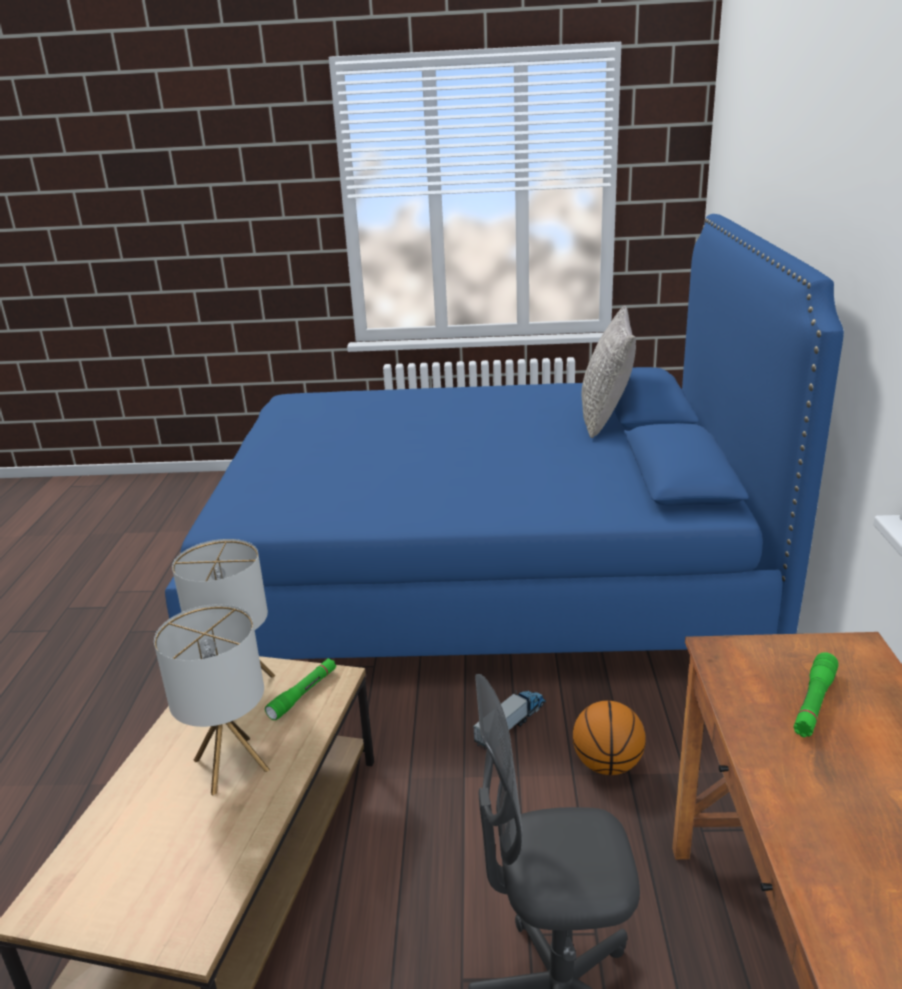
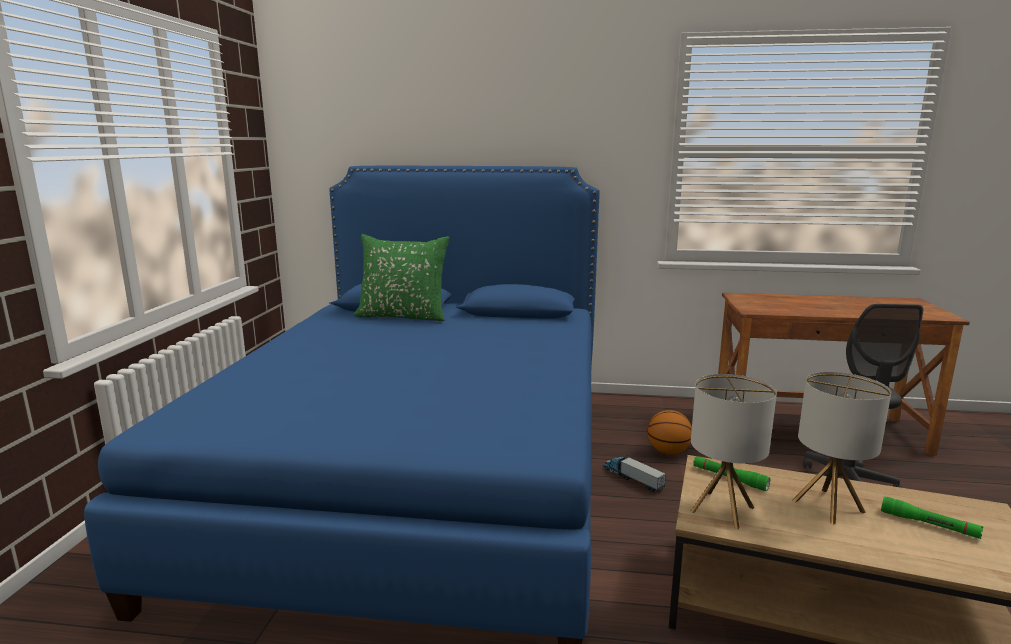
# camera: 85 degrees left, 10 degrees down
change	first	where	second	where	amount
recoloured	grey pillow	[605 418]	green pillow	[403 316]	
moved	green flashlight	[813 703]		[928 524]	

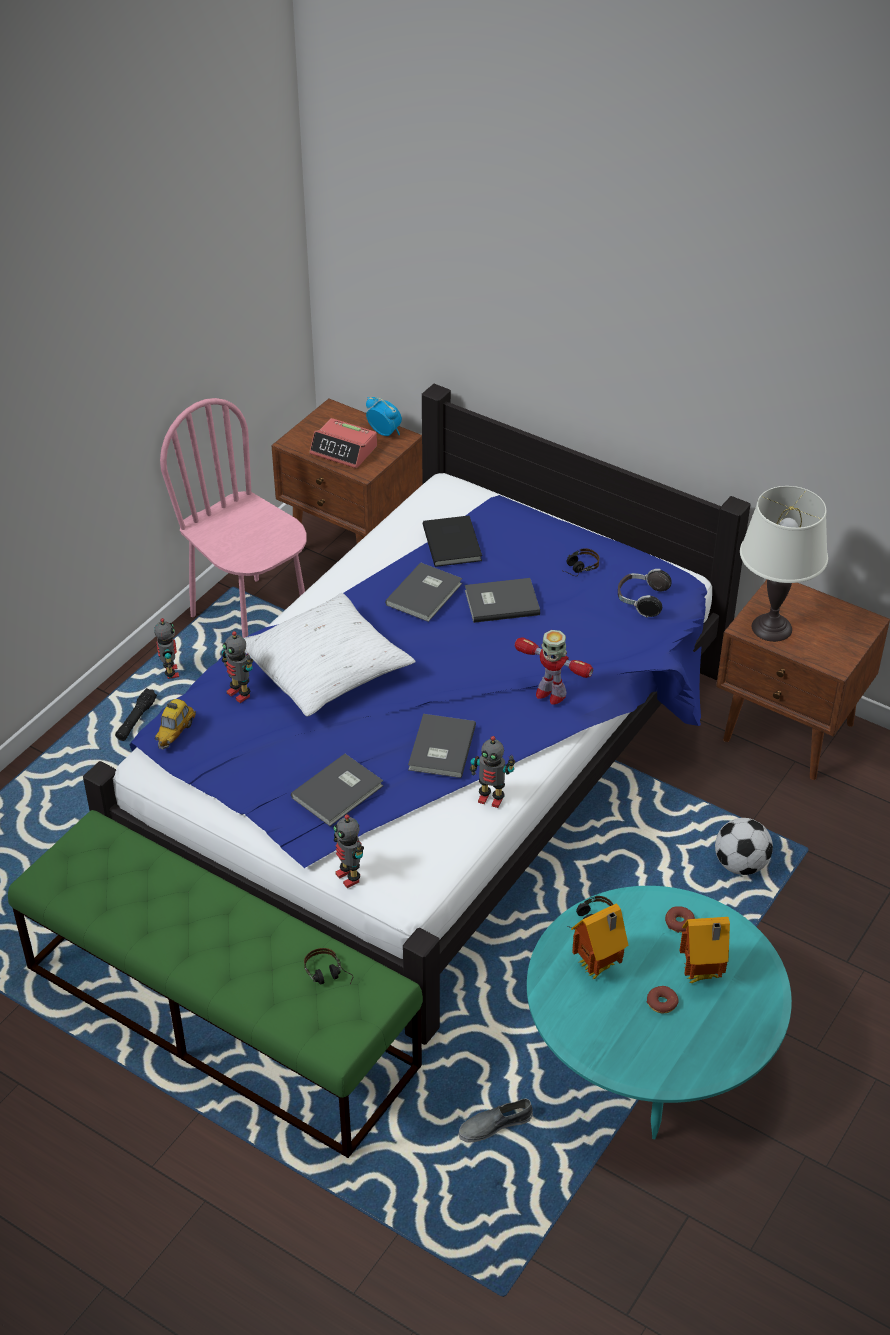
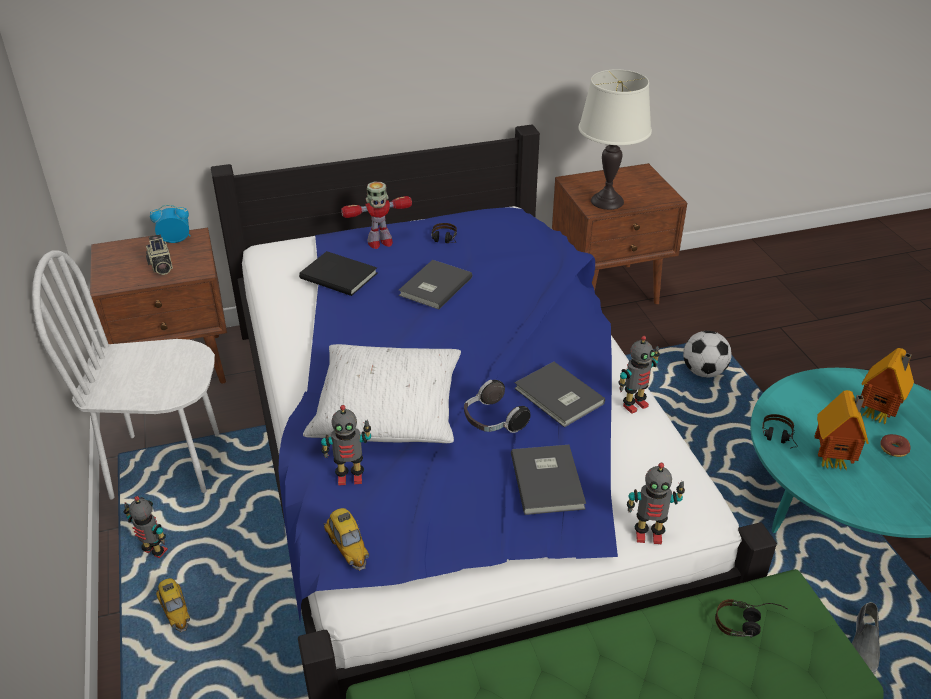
# camera: 50 degrees left, 5 degrees down
change	first	where	second	where	amount
recoloured	pink chair	[250 617]	white chair	[166 464]	
replaced	alarm clock	[344 450]	photo camera	[161 267]	
replaced	black flashlight	[136 720]	toy car	[175 611]	
moved	toy robot	[550 693]		[379 242]	
moved	headphones	[641 601]		[492 421]	
removed	grey book	[426 594]			
removed	donut	[679 923]			

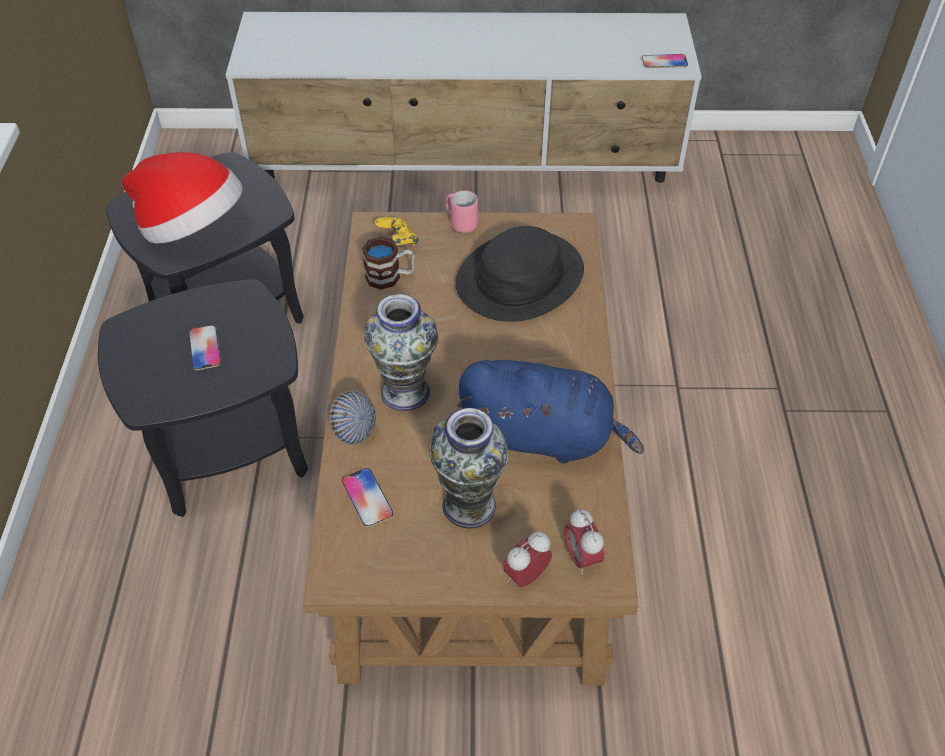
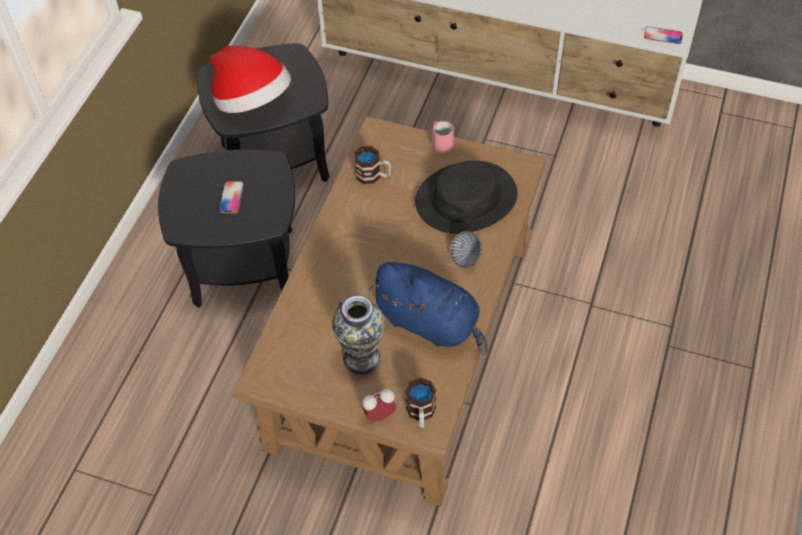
# camera: 20 degrees right, 5 degrees up
change	first	where	second	where	amount
replaced	alarm clock	[581 557]	mug	[421 413]	
moved	bowl	[354 430]		[465 258]	
removed	phone	[367 498]			
removed	vase	[405 391]			
removed	yellow game controller	[397 242]			

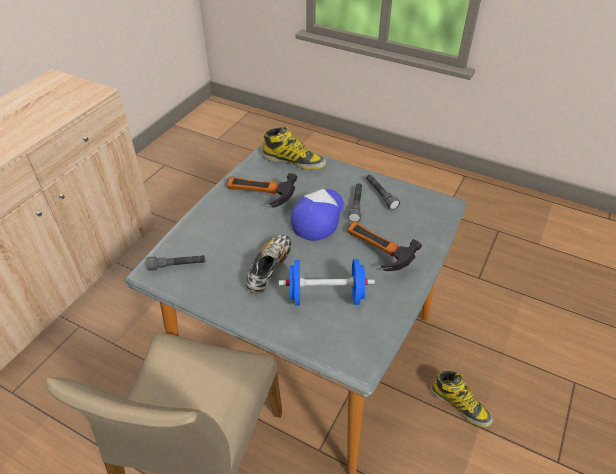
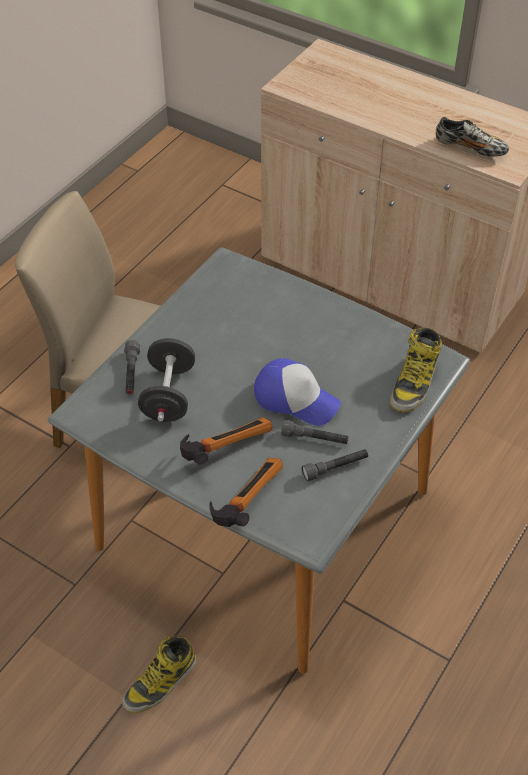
# camera: 95 degrees right, 5 degrees up
change	first	where	second	where	amount
moved	grey flashlight	[177 266]		[131 373]	
recoloured	blue dumbbell	[326 296]	black dumbbell	[168 395]	
moved	hammer	[258 199]		[245 499]	
moved	shoe	[269 269]		[470 148]	

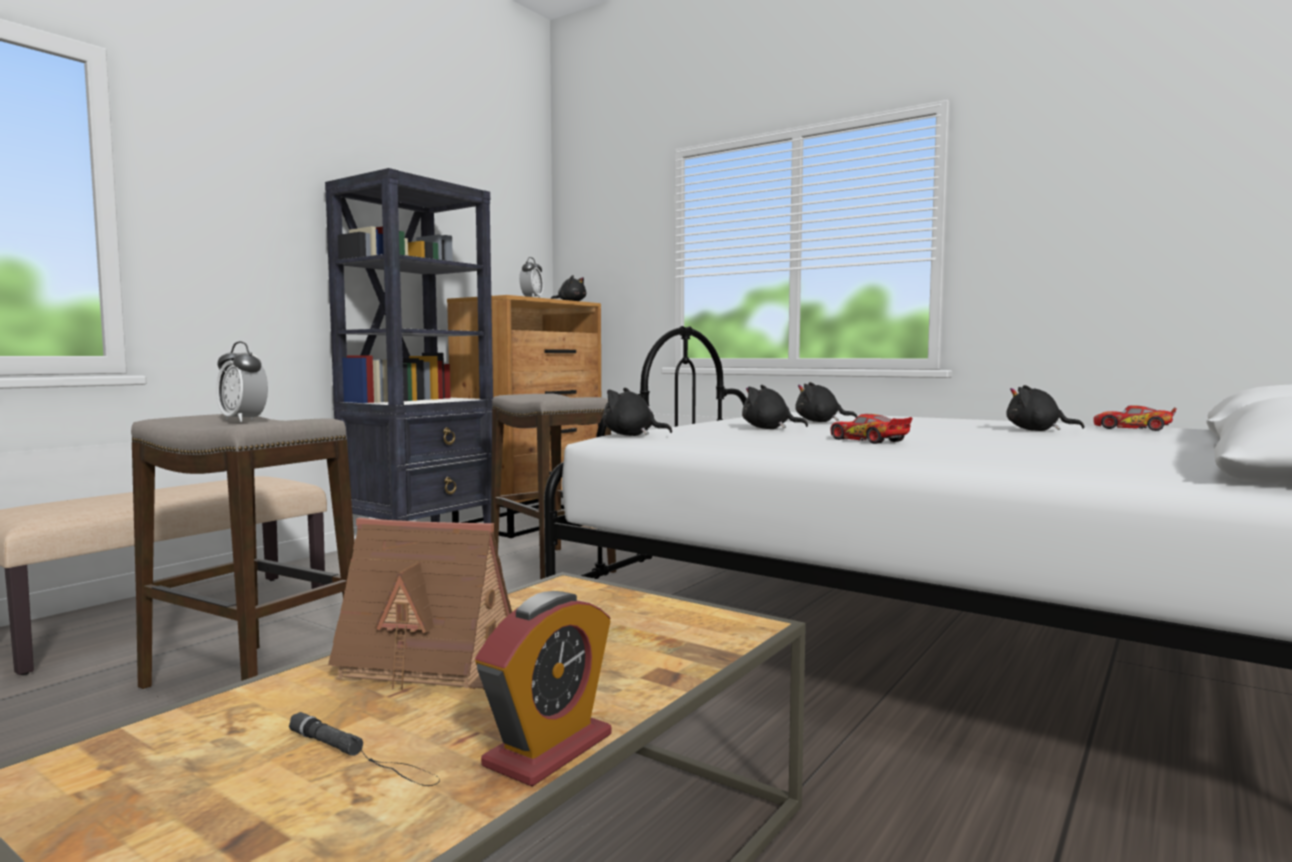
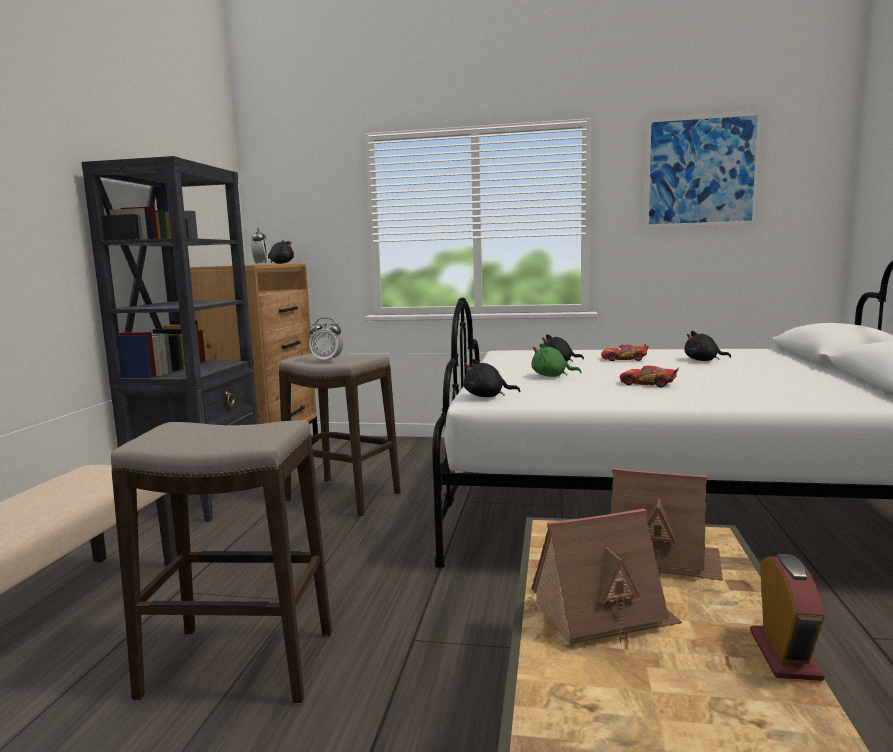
# camera: 25 degrees left, 5 degrees up
change	first	where	second	where	amount
moved	alarm clock	[243 420]		[327 361]	
recoloured	black plush toy	[769 429]	green plush toy	[552 376]	
moved	toy car	[1133 428]		[624 359]	
added			toy house	[663 557]	
added			picture	[701 171]	
removed	black flashlight	[362 756]			

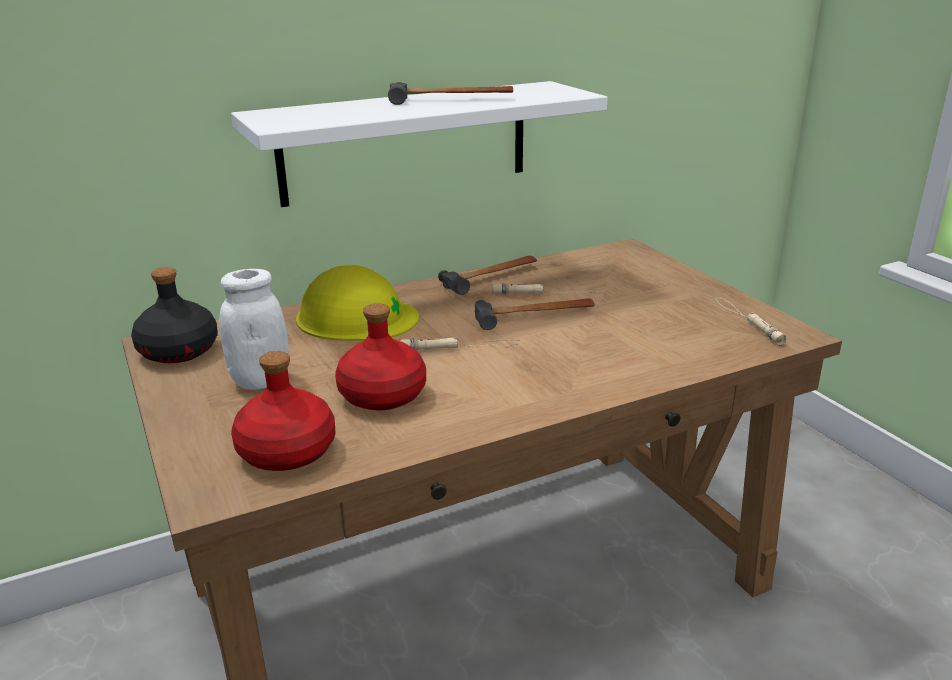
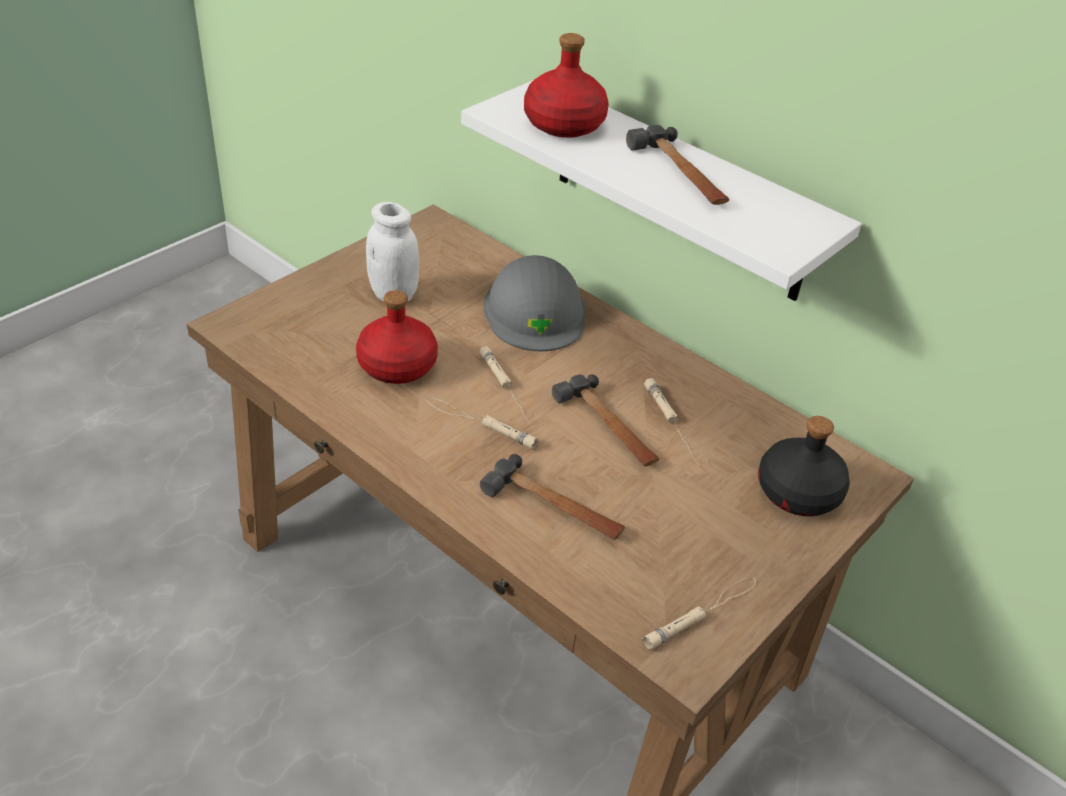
# camera: 65 degrees right, 15 degrees up
change	first	where	second	where	amount
added			beige flashlight	[480 423]	
moved	hammer	[491 277]		[554 508]	
recoloured	yellow hard hat	[356 318]	grey hard hat	[535 311]	
moved	red bottle	[288 452]		[564 125]	
moved	black bottle	[179 351]		[797 493]	

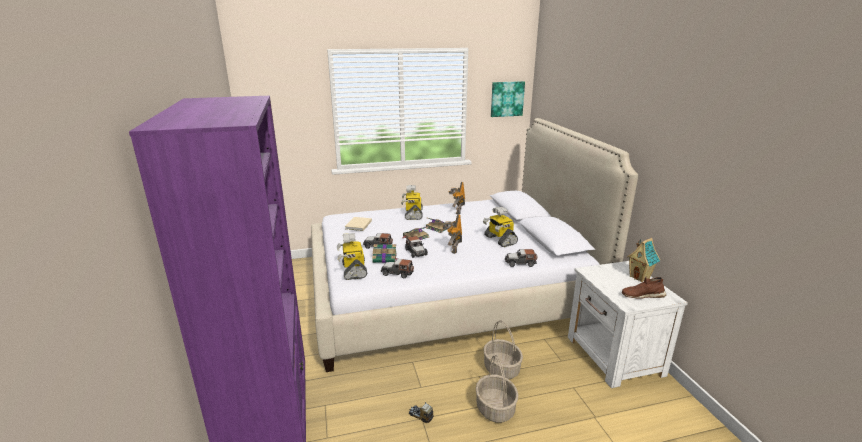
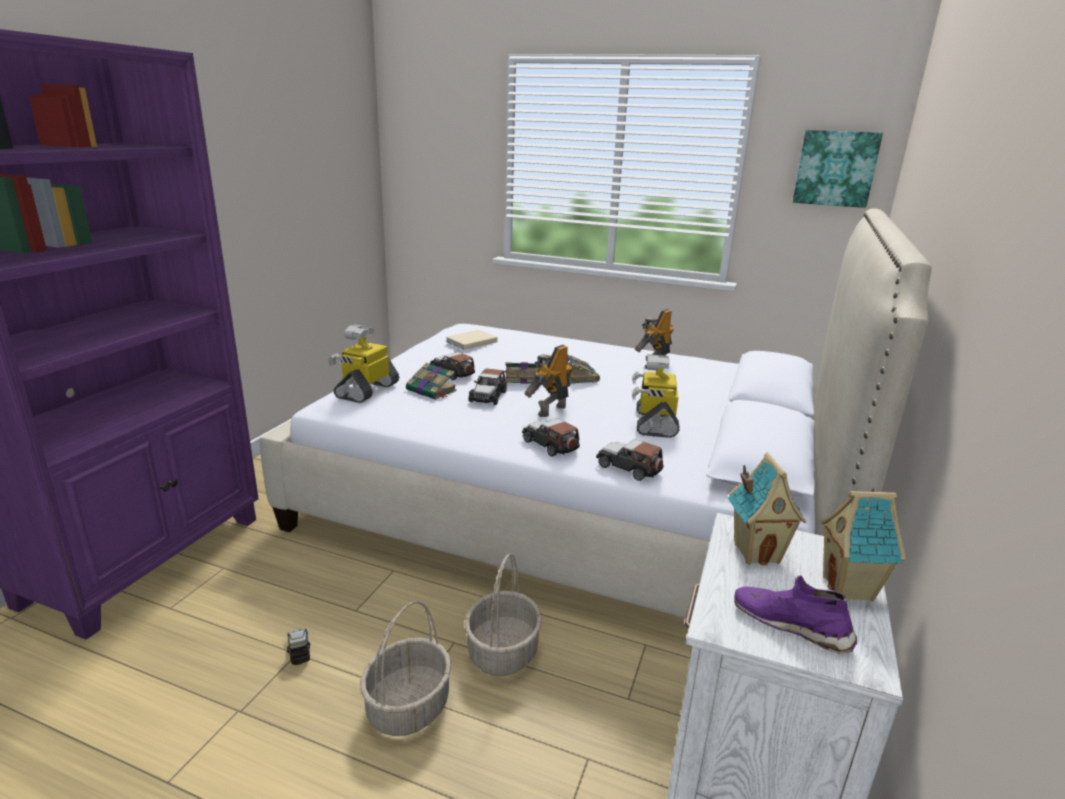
# camera: 35 degrees right, 0 degrees up
change	first	where	second	where	amount
moved	toy car	[397 273]		[550 445]	
added			toy house	[757 552]	
recoloured	brown shoe	[642 295]	purple shoe	[791 625]	
removed	toy robot	[413 214]			

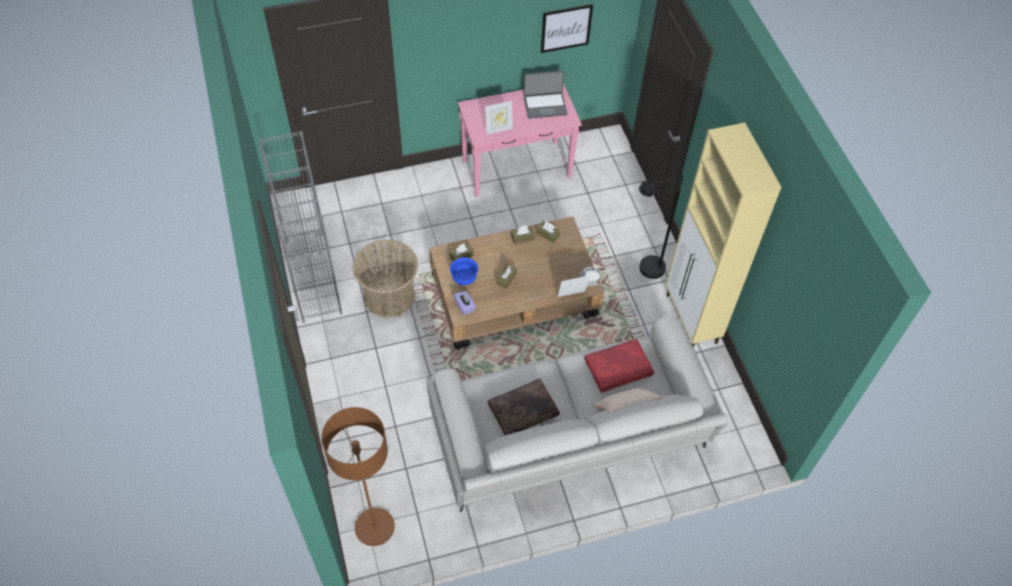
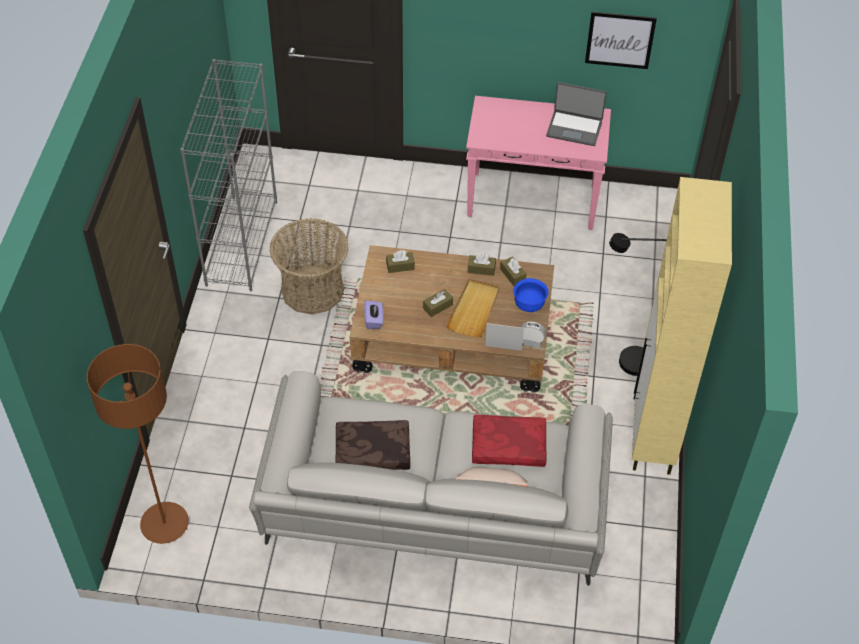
# camera: 25 degrees right, 5 degrees down
change	first	where	second	where	amount
added			beige tray	[474 310]	
moved	blue bowl	[464 278]		[529 305]	
removed	picture frame	[498 129]			

